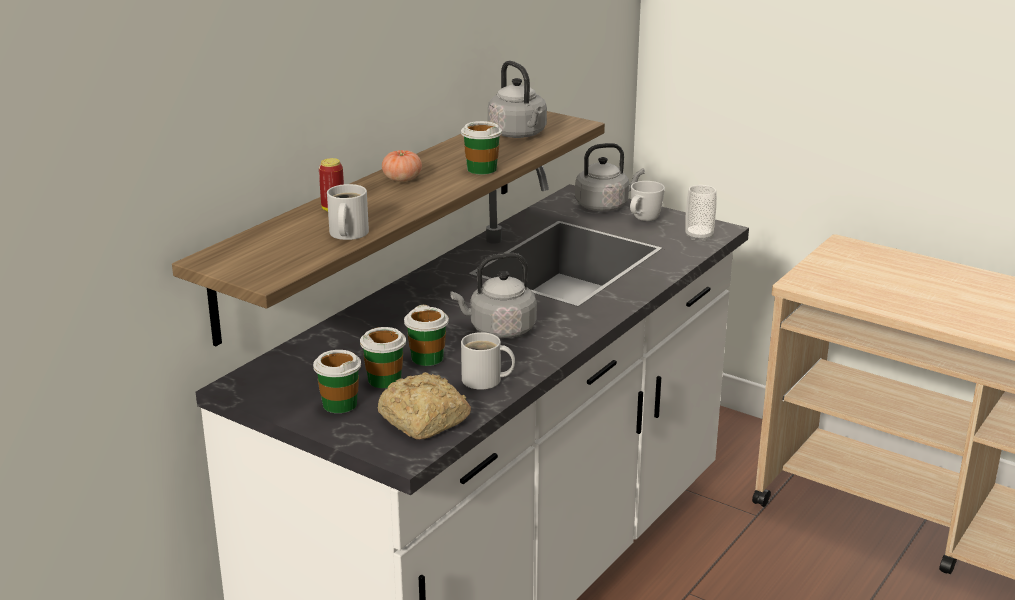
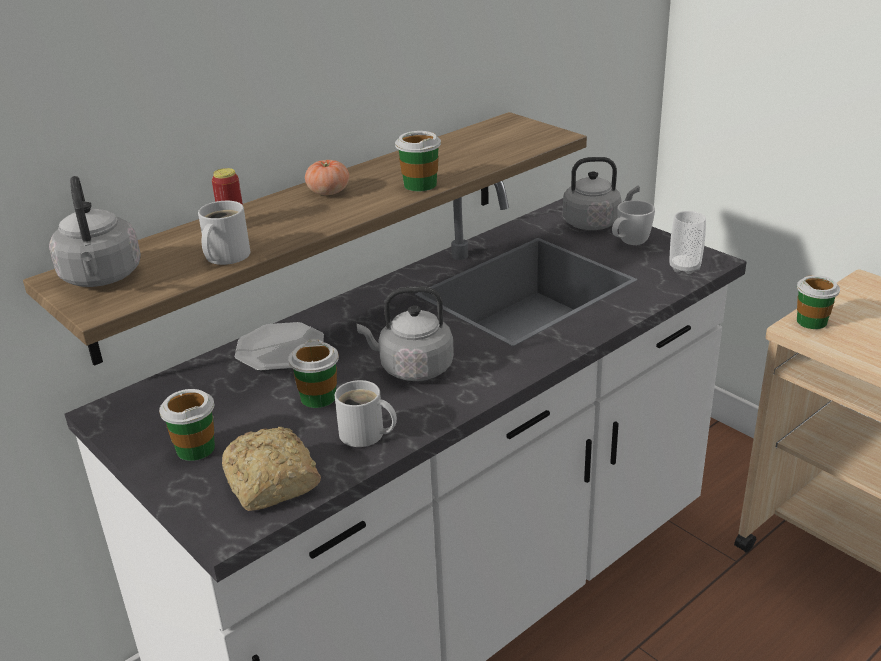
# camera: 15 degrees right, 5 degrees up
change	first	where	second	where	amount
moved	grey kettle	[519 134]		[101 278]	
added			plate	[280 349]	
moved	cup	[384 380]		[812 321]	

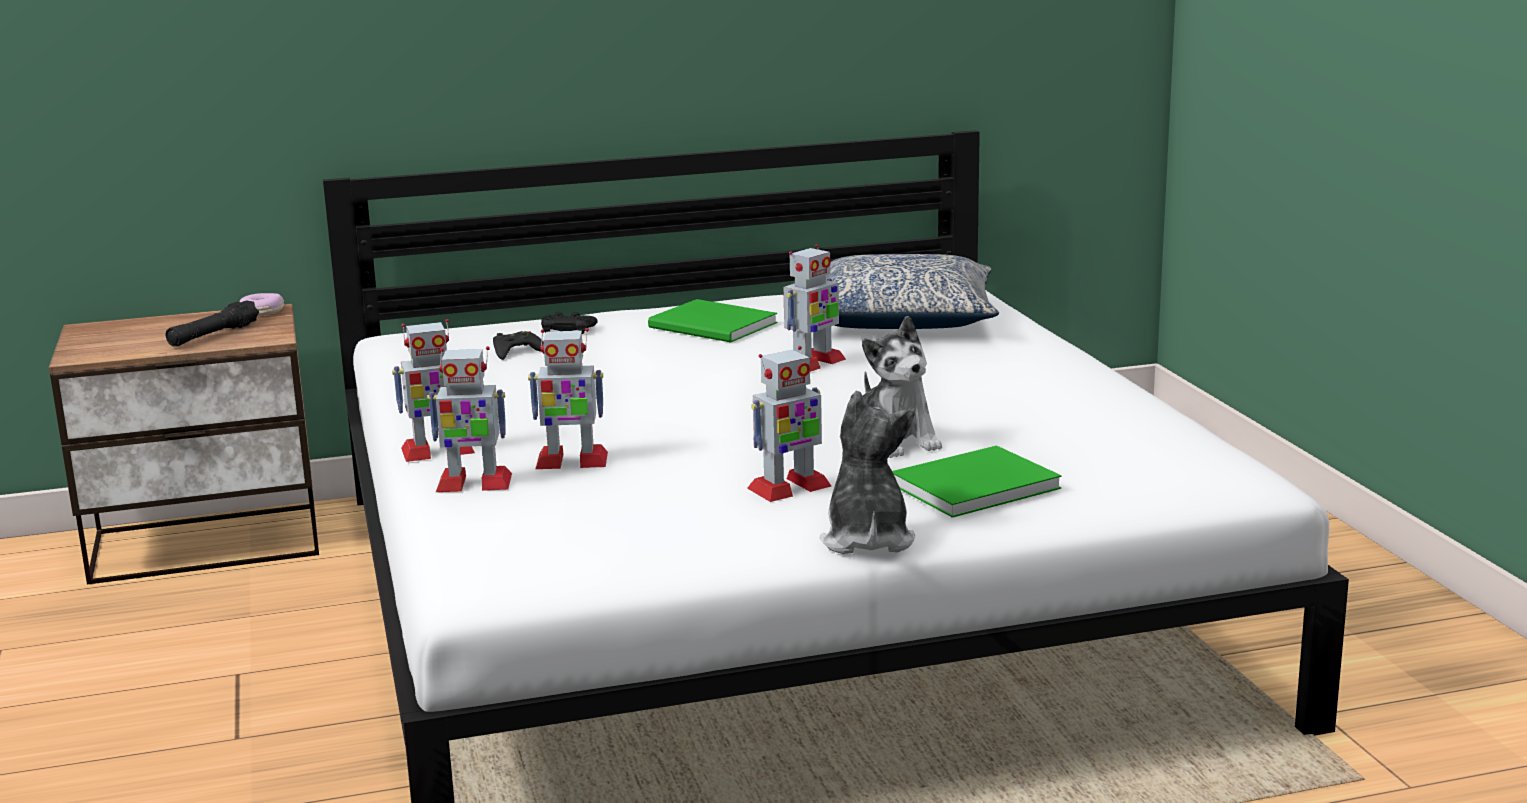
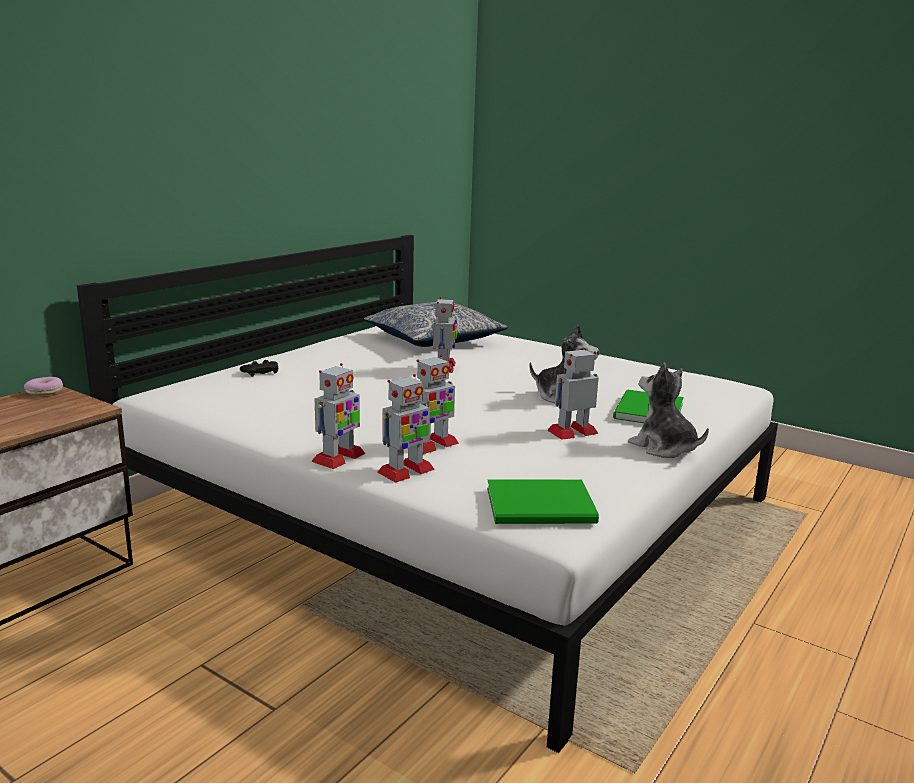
# camera: 40 degrees left, 0 degrees up
change	first	where	second	where	amount
moved	green book	[713 326]		[544 507]	
turned	toy robot	[788 488]		[573 432]	135 degrees counterclockwise
removed	black flashlight	[213 335]			
removed	black game controller	[517 351]			

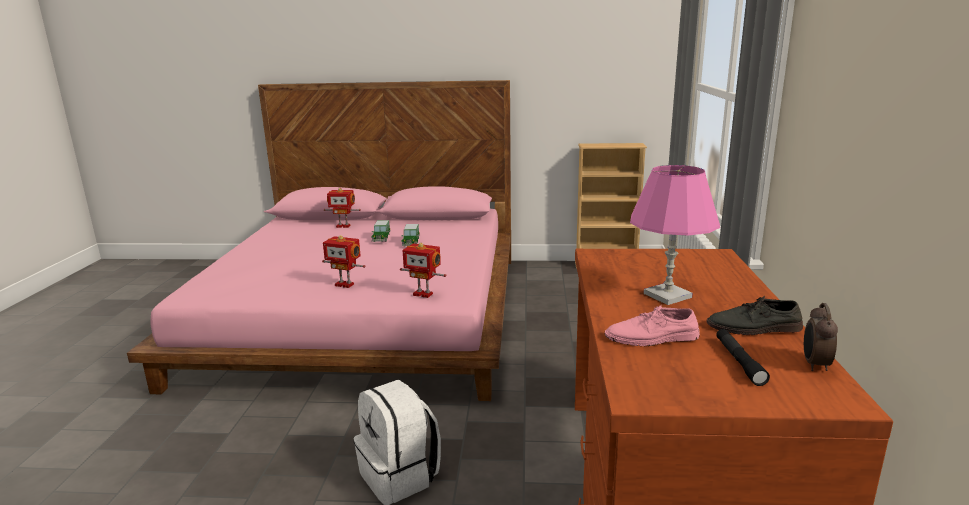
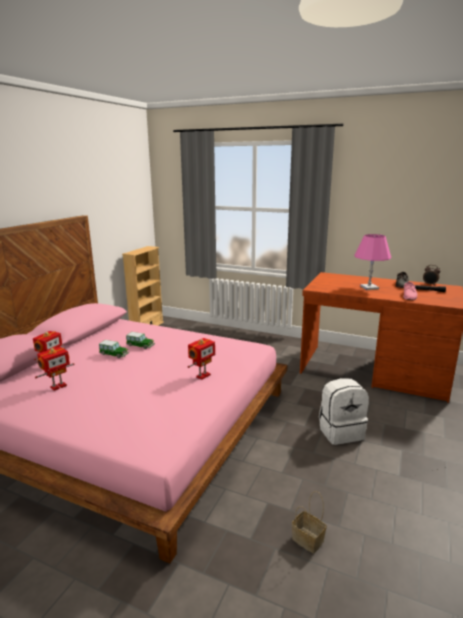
# camera: 70 degrees left, 0 degrees up
change	first	where	second	where	amount
moved	toy robot	[423 294]		[58 386]	
added			basket	[306 539]	

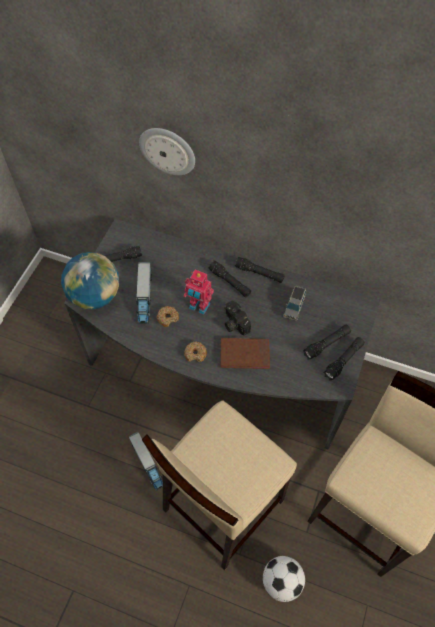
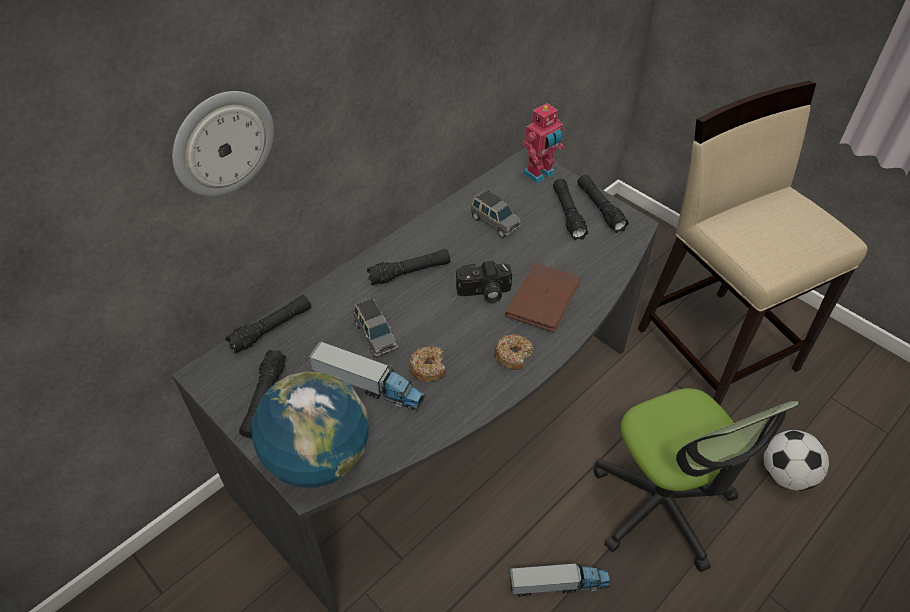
# camera: 65 degrees left, 10 degrees down
change	first	where	second	where	amount
moved	black flashlight	[259 273]		[271 329]	
added			grey toy car	[375 336]	
moved	toy robot	[199 307]		[540 174]	
replaced	beige stool	[221 505]	office chair	[661 505]	

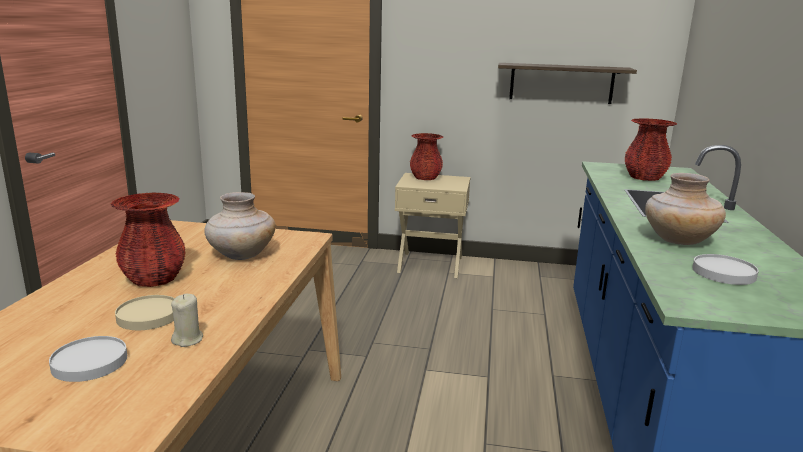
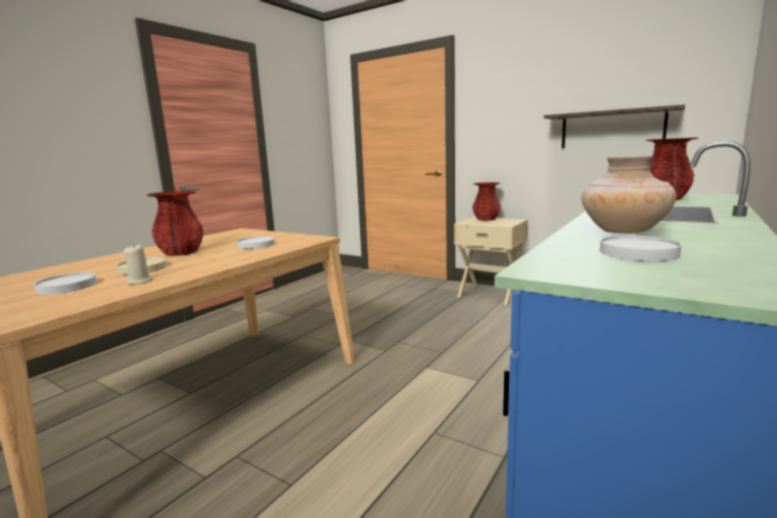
# camera: 25 degrees right, 5 degrees down
change	first	where	second	where	amount
replaced	beige vase	[241 255]	white plate	[256 245]	

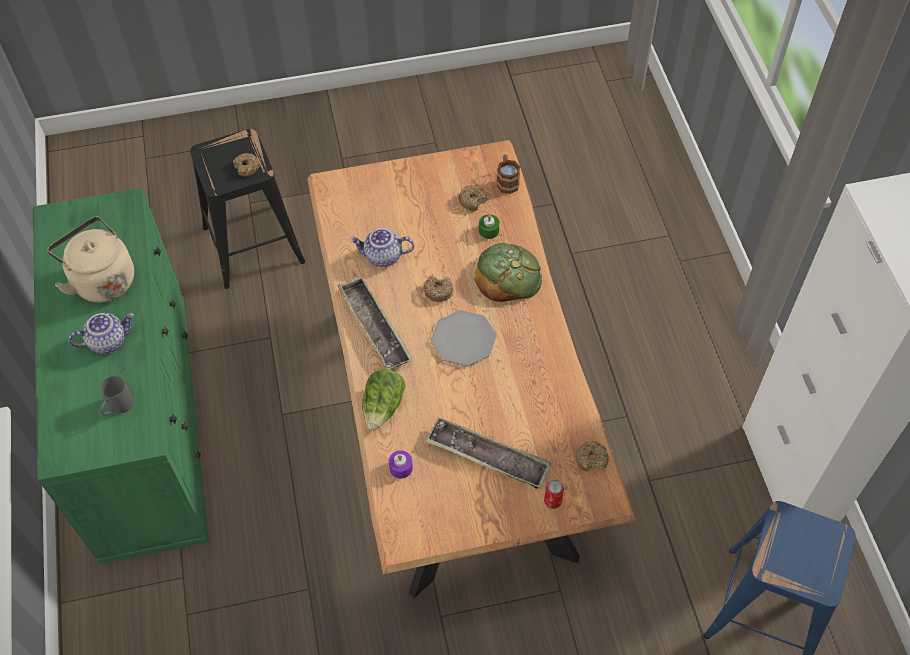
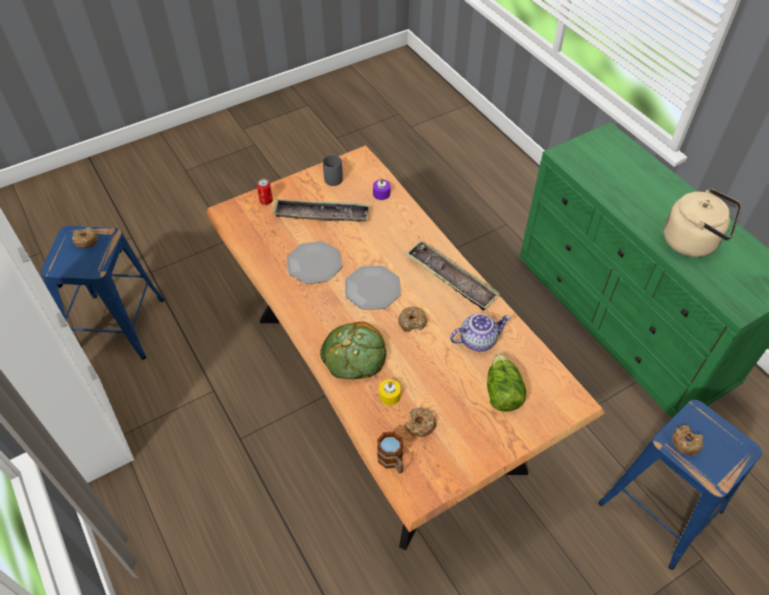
# camera: 160 degrees right, 5 degrees down
change	first	where	second	where	amount
moved	donut	[591 459]		[86 240]	
added			plate	[314 263]	
moved	grey mug	[117 408]		[334 176]	
recoloured	green candle	[489 230]	yellow candle	[389 395]	
moved	lettuce	[383 407]		[502 392]	
recoloured	black stool	[252 245]	blue stool	[661 506]	
removed	teapot	[108 340]			

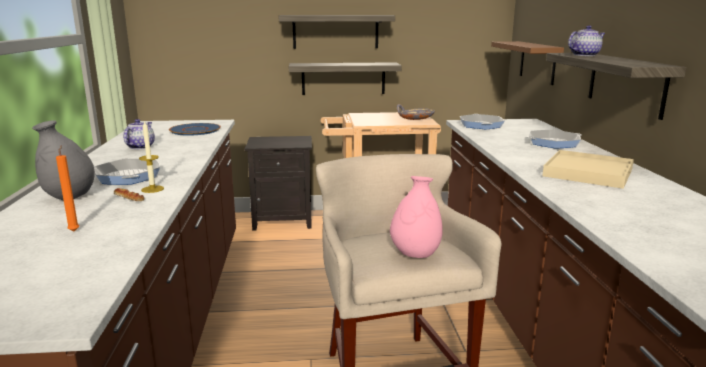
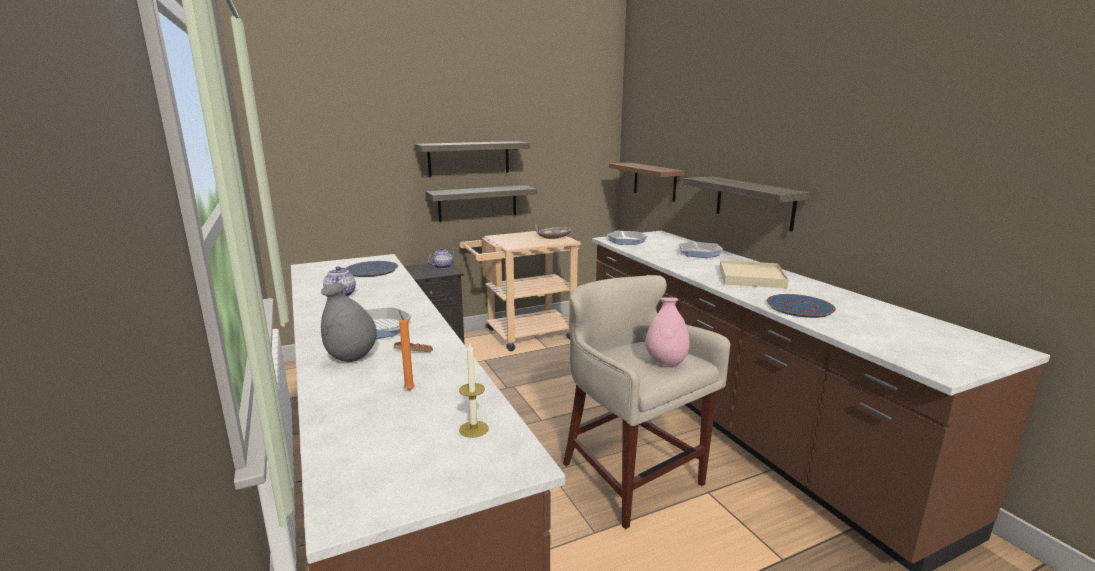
# camera: 20 degrees left, 0 degrees up
change	first	where	second	where	amount
moved	teapot	[584 55]		[442 266]	
moved	candle	[152 189]		[473 429]	
added			blue plate	[799 307]	

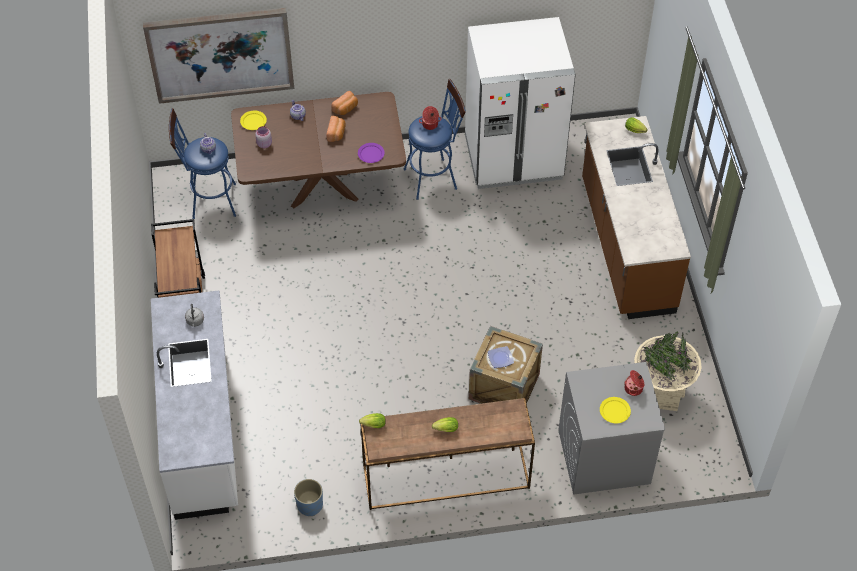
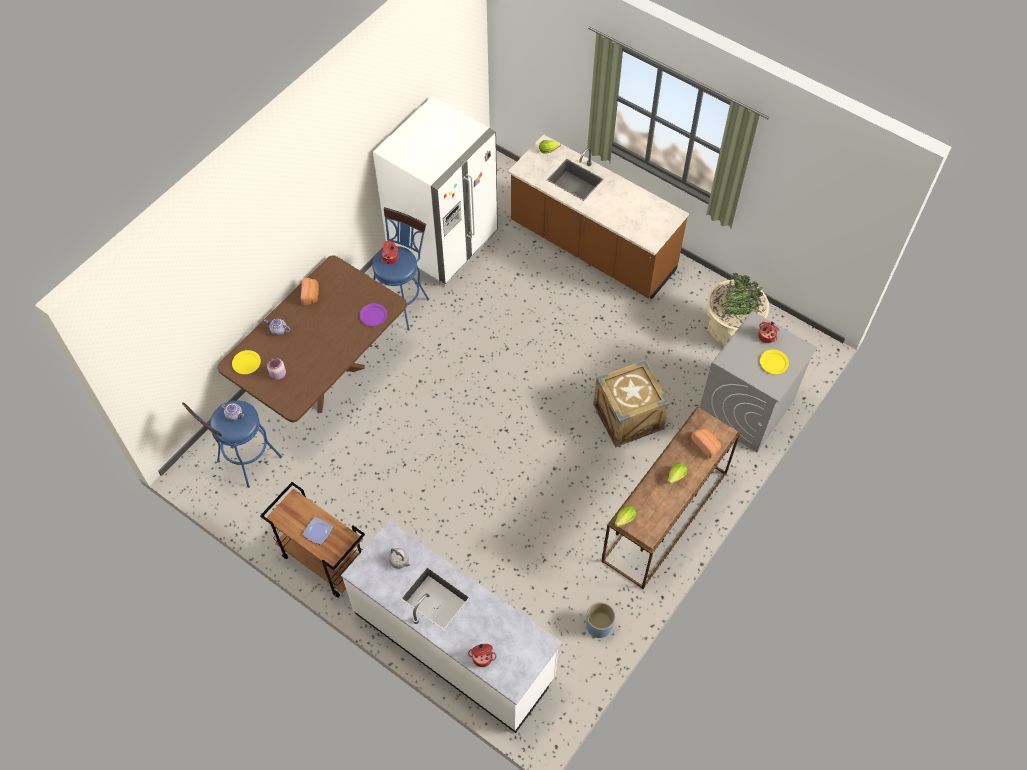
# camera: 45 degrees left, 5 degrees up
change	first	where	second	where	amount
moved	plate	[501 358]		[318 531]	
added			cooking pot	[482 657]	
moved	bread	[336 133]		[706 445]	
removed	picture	[220 54]			

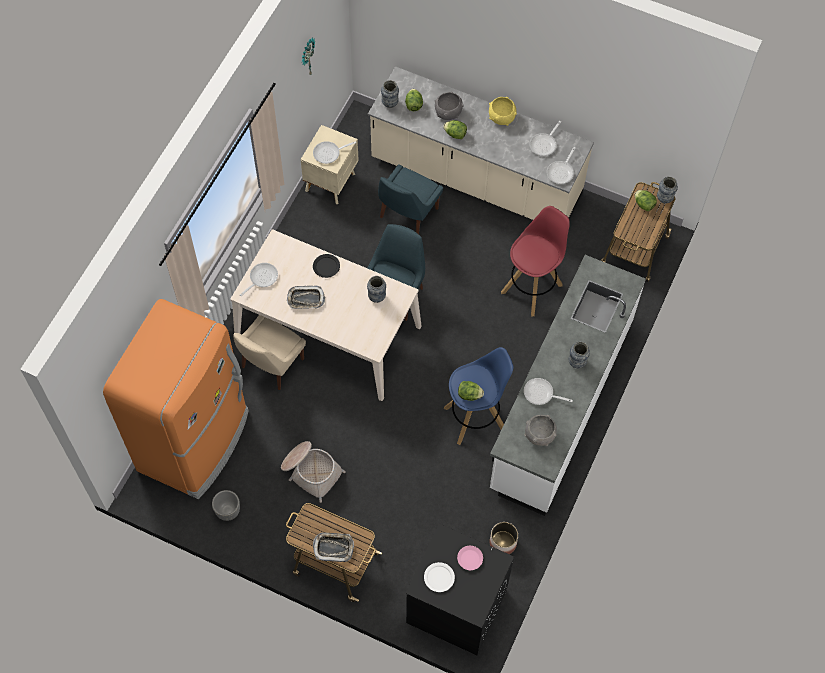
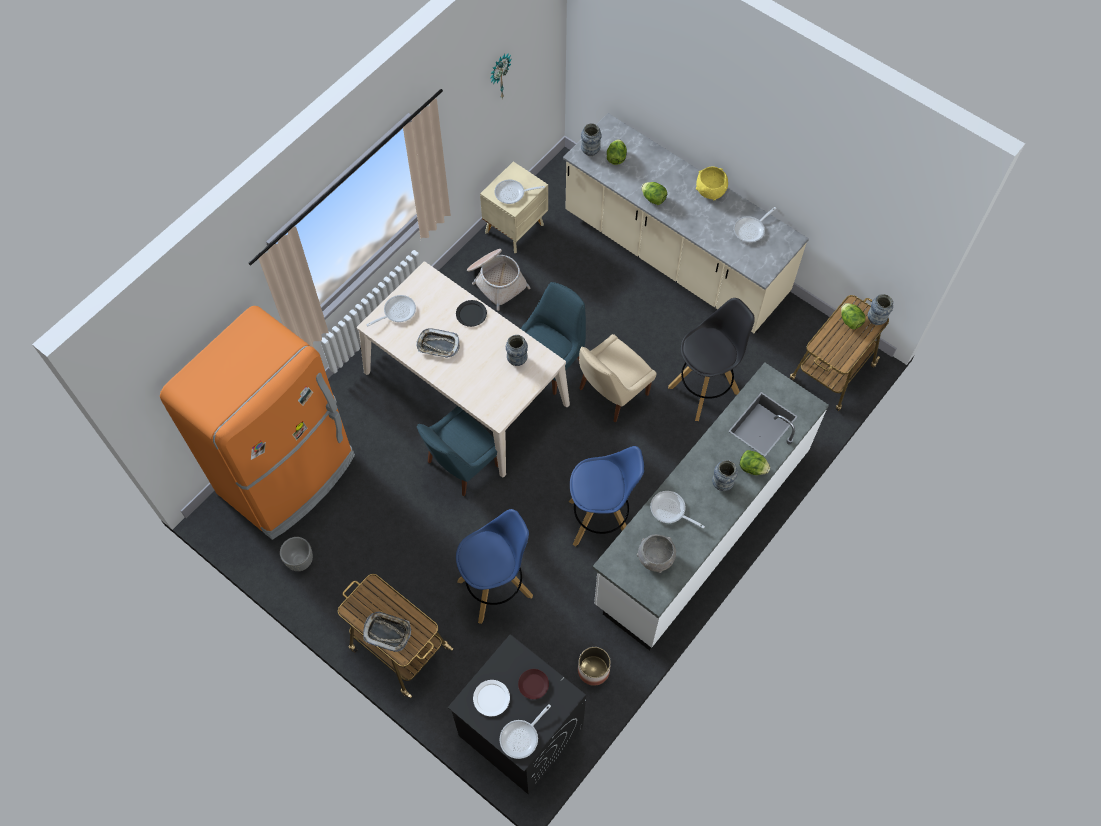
# camera: 15 degrees right, 0 degrees up
change	first	where	second	where	amount
moved	blue chair	[407 214]		[460 465]	
added			blue stool	[496 588]	
moved	basket	[311 471]		[496 281]	
moved	frying pan	[561 172]		[522 737]	
recoloured	pink plate	[469 559]	brown plate	[533 684]	
moved	beige chair	[271 365]		[611 393]	
recoloured	red stool	[532 288]	black stool	[704 389]	
moved	lettuce	[469 395]		[752 468]	
removed	grey bowl	[448 113]			

